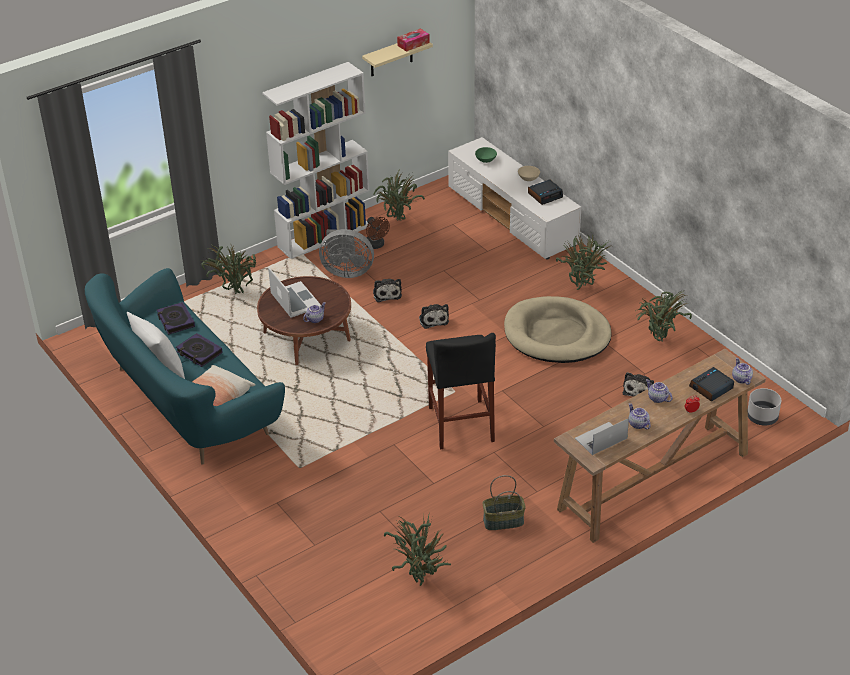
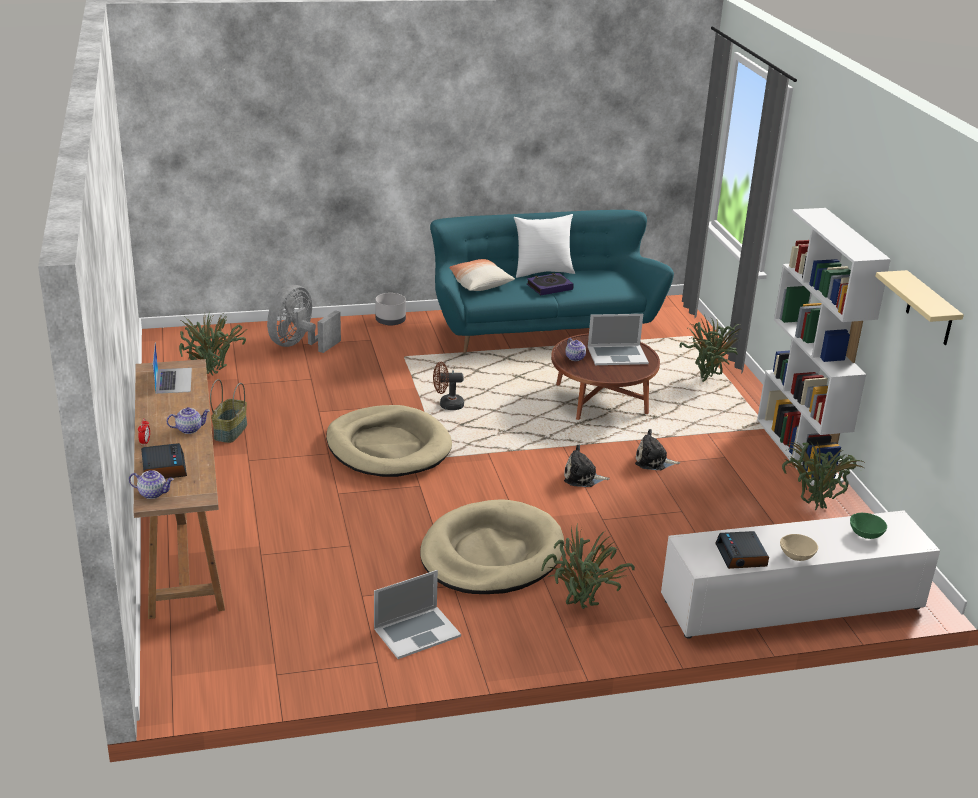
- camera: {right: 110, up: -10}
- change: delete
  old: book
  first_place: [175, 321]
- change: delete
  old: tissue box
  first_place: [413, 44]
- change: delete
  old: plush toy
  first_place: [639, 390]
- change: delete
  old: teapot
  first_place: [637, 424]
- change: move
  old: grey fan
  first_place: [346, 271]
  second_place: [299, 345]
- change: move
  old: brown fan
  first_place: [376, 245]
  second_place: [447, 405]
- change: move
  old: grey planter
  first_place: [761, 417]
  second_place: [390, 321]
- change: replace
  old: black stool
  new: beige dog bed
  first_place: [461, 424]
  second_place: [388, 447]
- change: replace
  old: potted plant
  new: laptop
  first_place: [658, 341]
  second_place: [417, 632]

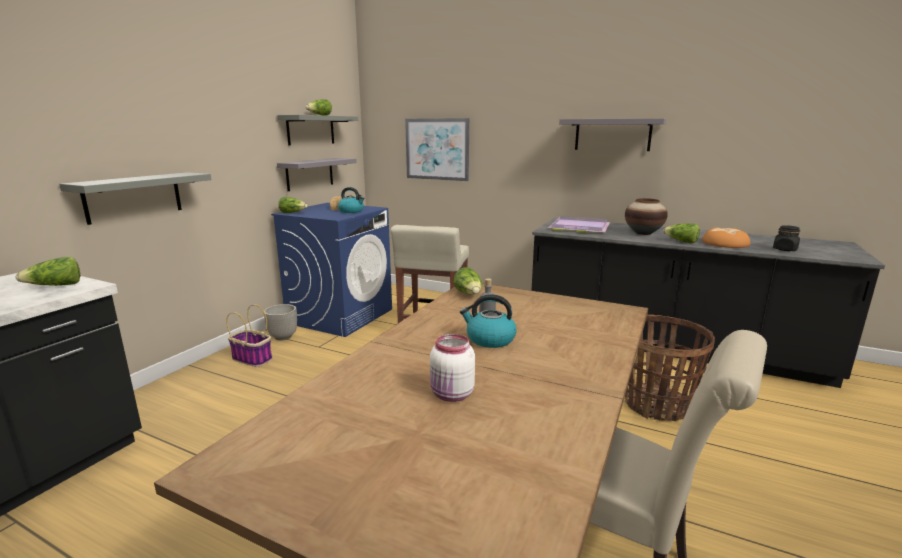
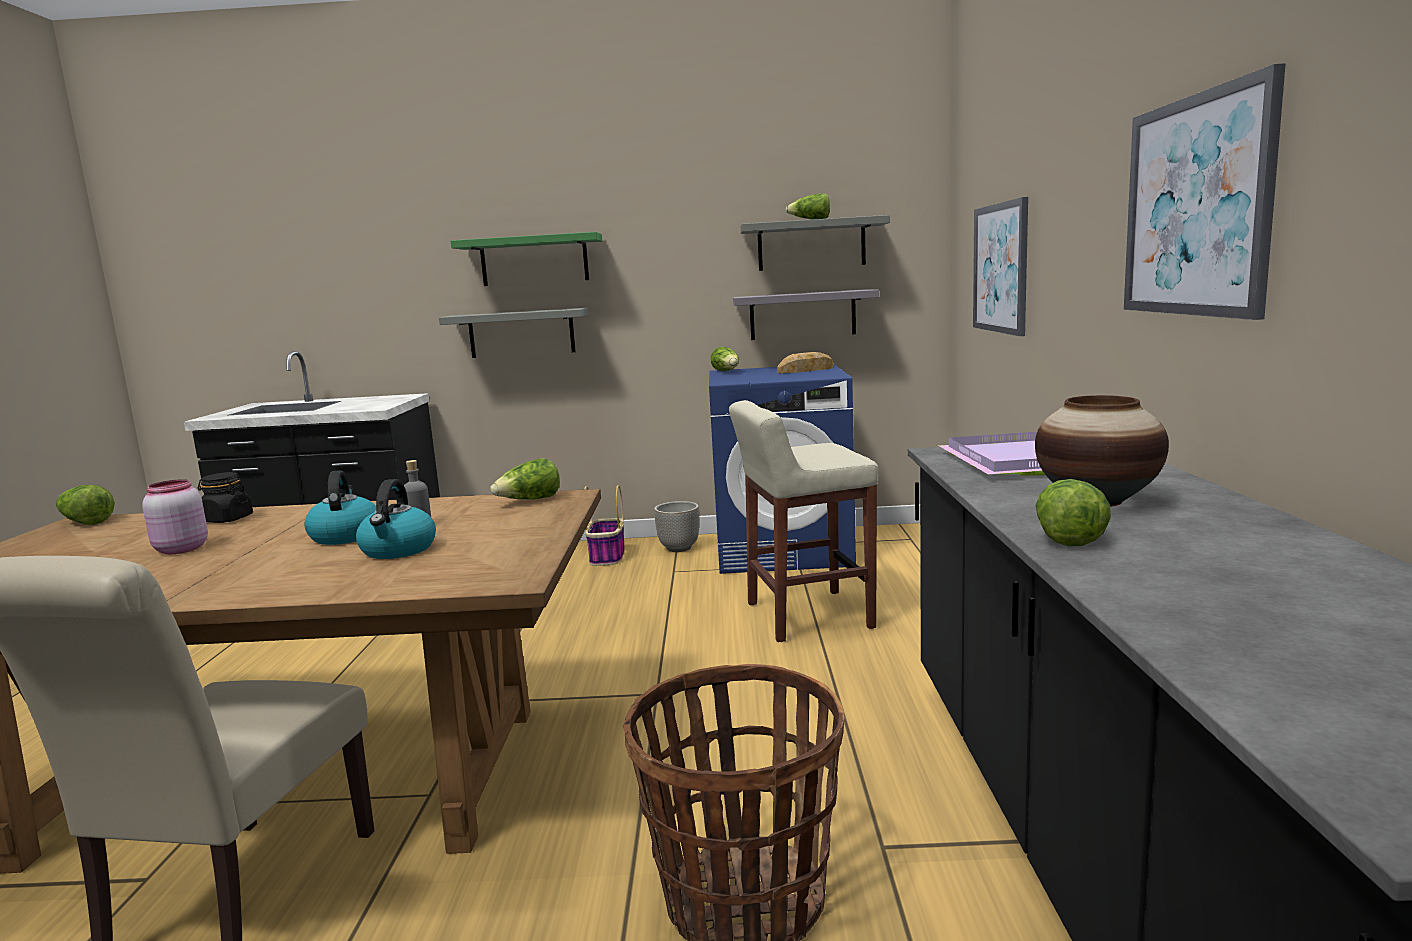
- camera: {right: 65, up: -5}
- change: delete
  old: bread
  first_place: [725, 244]
- change: insert
  new: green shelf
  second_place: [534, 260]
- change: move
  old: lettuce
  first_place: [55, 286]
  second_place: [85, 522]
- change: move
  old: kettle
  first_place: [351, 211]
  second_place: [398, 550]
- change: move
  old: black jar
  first_place: [785, 249]
  second_place: [227, 519]
- change: replace
  old: grey shelf
  new: picture
  first_place: [612, 134]
  second_place: [1195, 206]
- change: recolor
  old: white jar
  new: pink jar
  first_place: [452, 395]
  second_place: [179, 549]

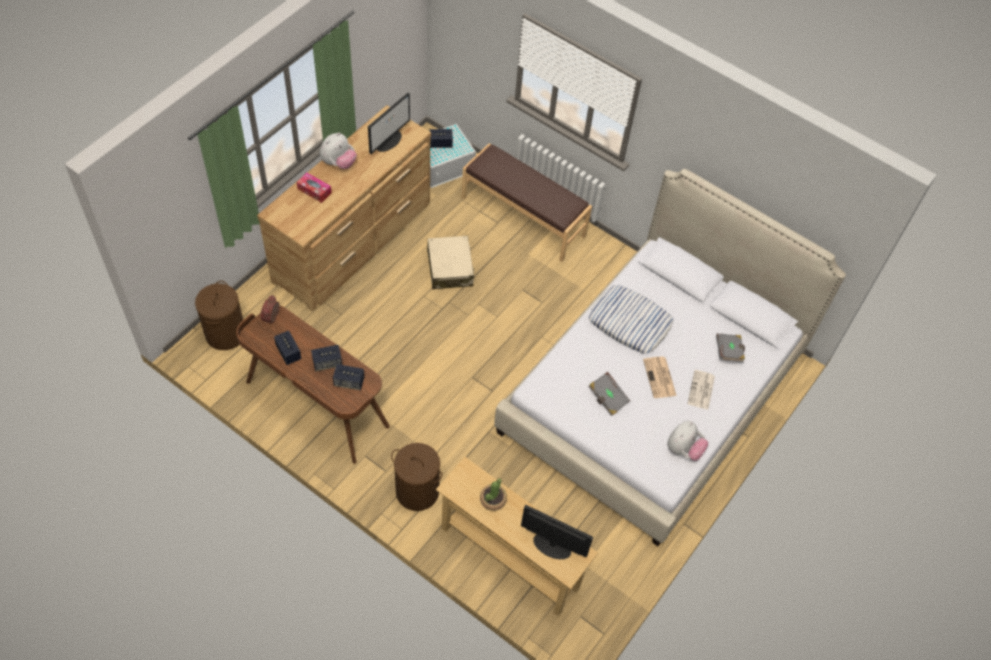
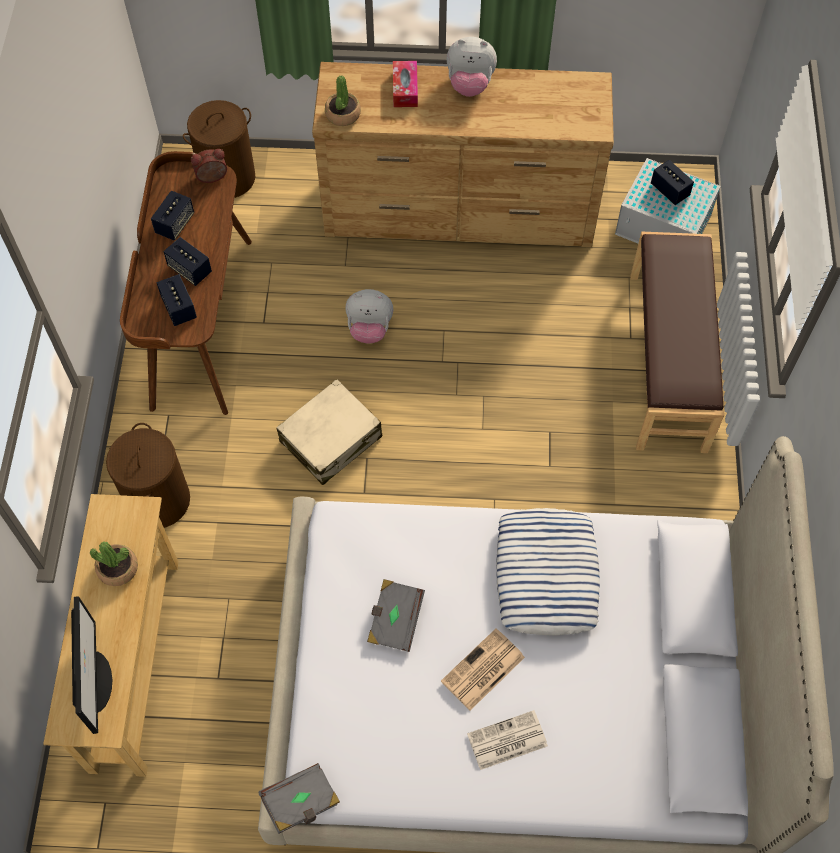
- camera: {right: 60, up: 5}
- change: delete
  old: monitor
  first_place: [389, 140]
- change: insert
  new: potted plant
  second_place: [343, 114]
- change: move
  old: beige suitcase
  first_place: [450, 268]
  second_place: [331, 439]
- change: move
  old: plush toy
  first_place: [683, 449]
  second_place: [369, 329]
- change: move
  old: grey book
  first_place: [729, 352]
  second_place: [301, 802]

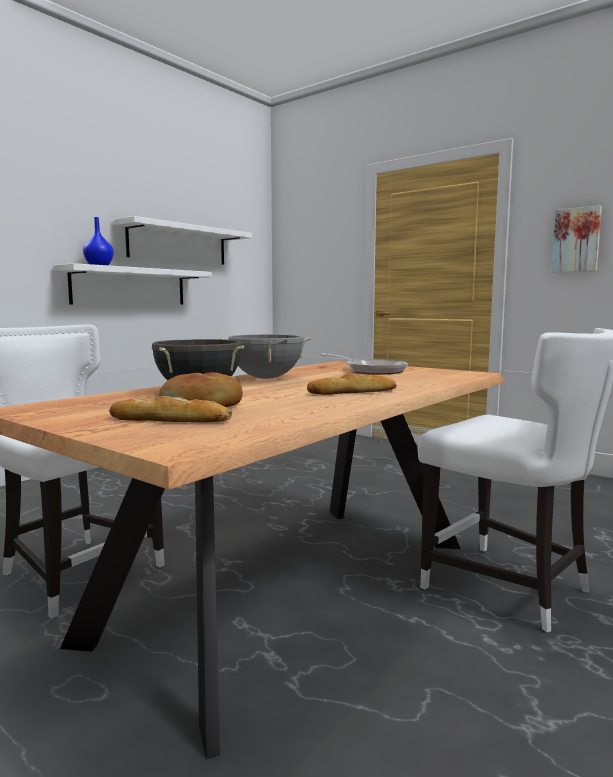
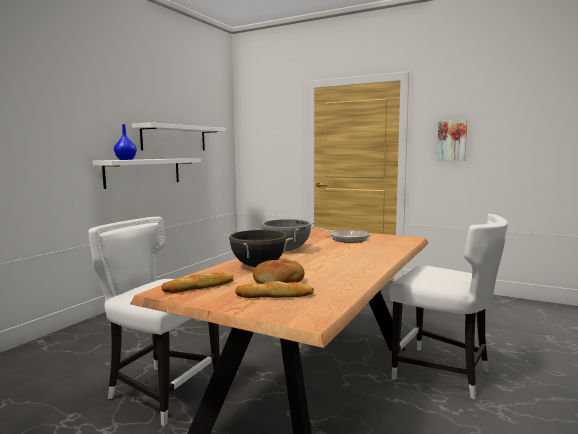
- camera: {right: -10, up: 0}
- change: move
  old: bread
  first_place: [353, 392]
  second_place: [199, 287]

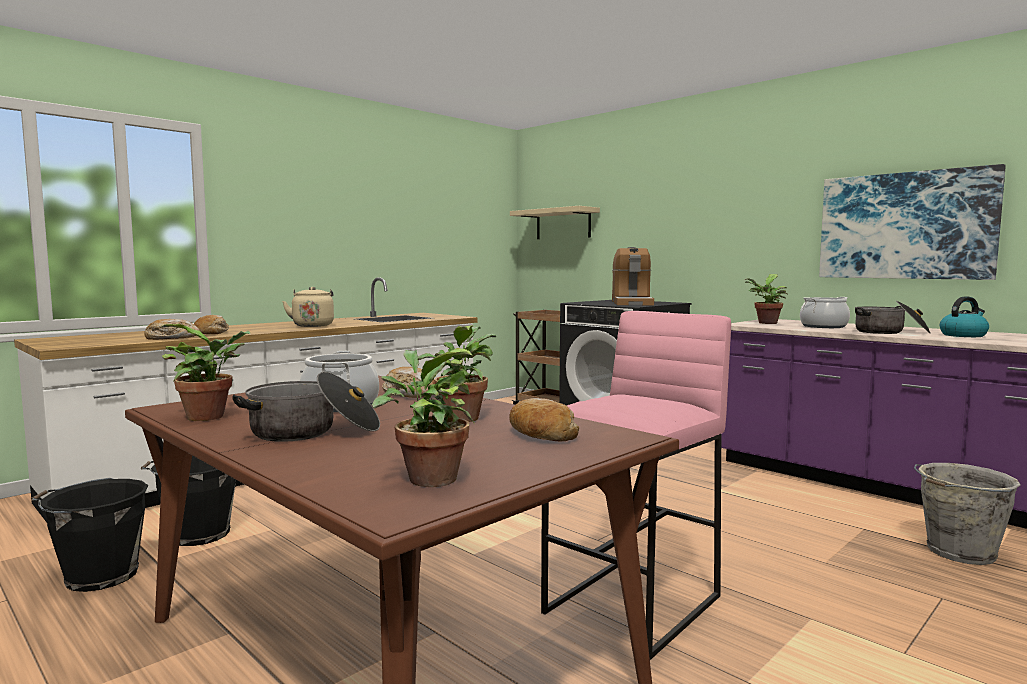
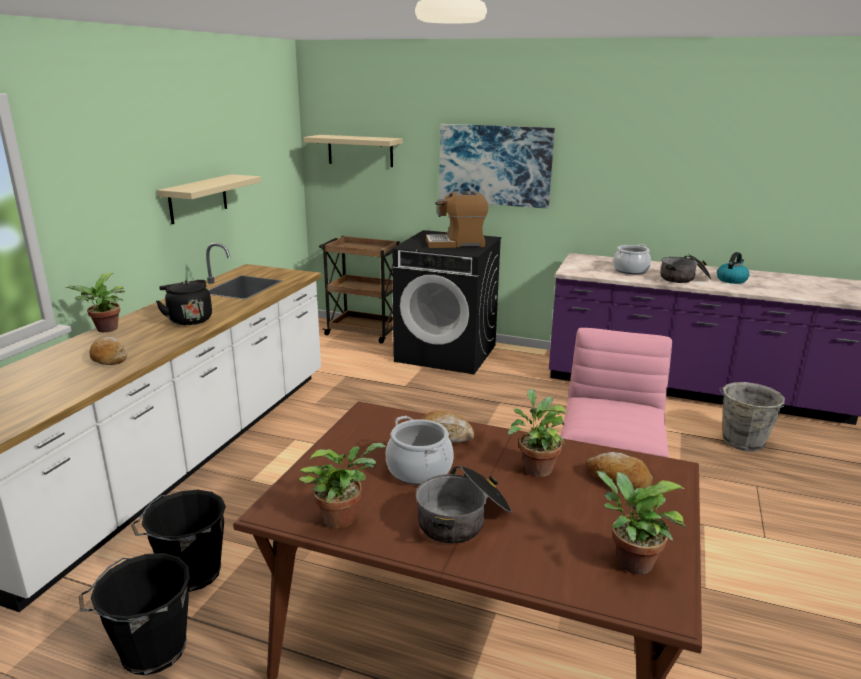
- camera: {right: -25, up: 15}
- change: delete
  old: bread
  first_place: [171, 338]
- change: insert
  new: beige shelf
  second_place: [198, 198]
- change: move
  old: potted plant
  first_place: [766, 323]
  second_place: [105, 330]
- change: move
  old: picture
  first_place: [905, 226]
  second_place: [495, 165]
- change: recolor
  old: beige kettle
  new: black kettle
  first_place: [313, 325]
  second_place: [189, 319]
- change: rotate
  old: coffee machine
  first_place: [631, 303]
  second_place: [456, 243]
  degrees: 105

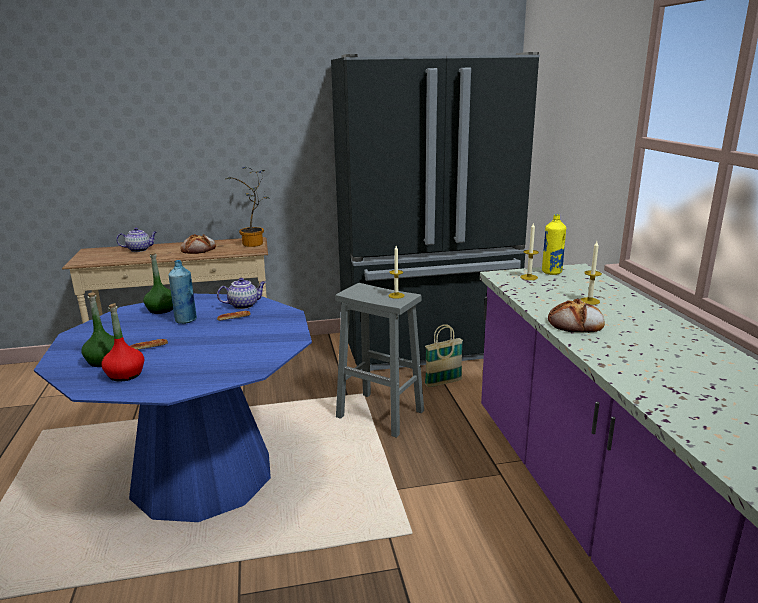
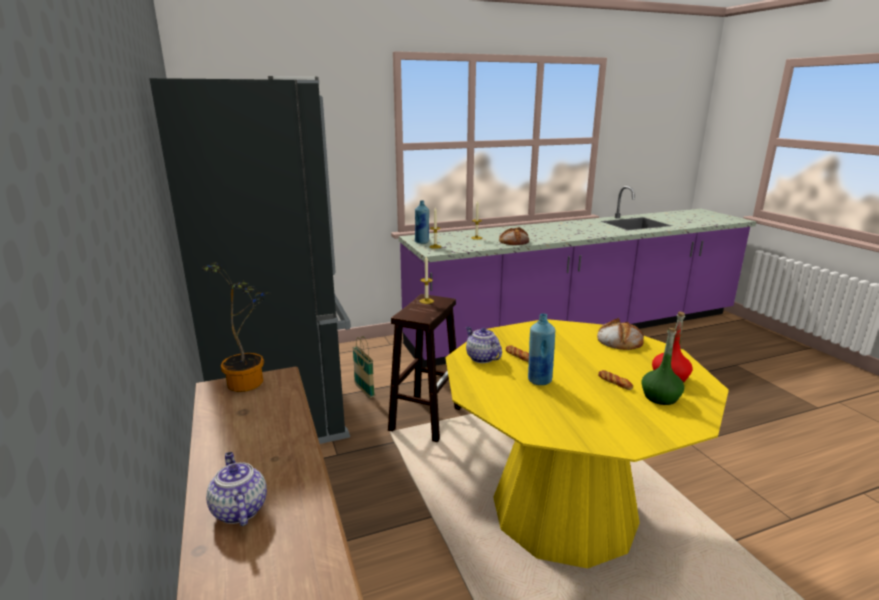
- camera: {right: -100, up: 0}
- change: delete
  old: green bottle
  first_place: [161, 309]
- change: move
  old: bread
  first_place: [199, 249]
  second_place: [619, 340]
- change: recolor
  old: blue dining table
  new: yellow dining table
  first_place: [203, 475]
  second_place: [564, 510]
- change: recolor
  old: grey stool
  new: brown stool
  first_place: [381, 414]
  second_place: [426, 418]
- change: recolor
  old: yellow bottle
  new: blue bottle
  first_place: [551, 272]
  second_place: [422, 242]

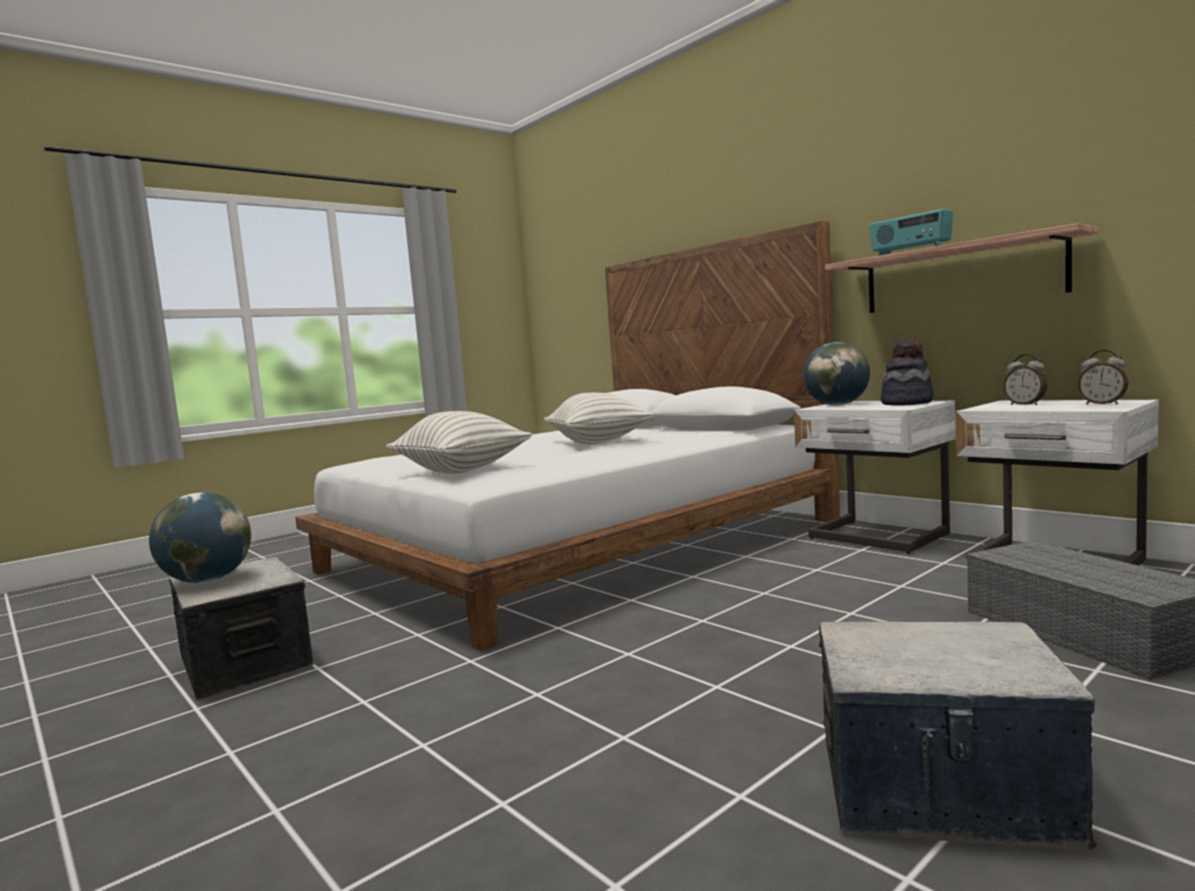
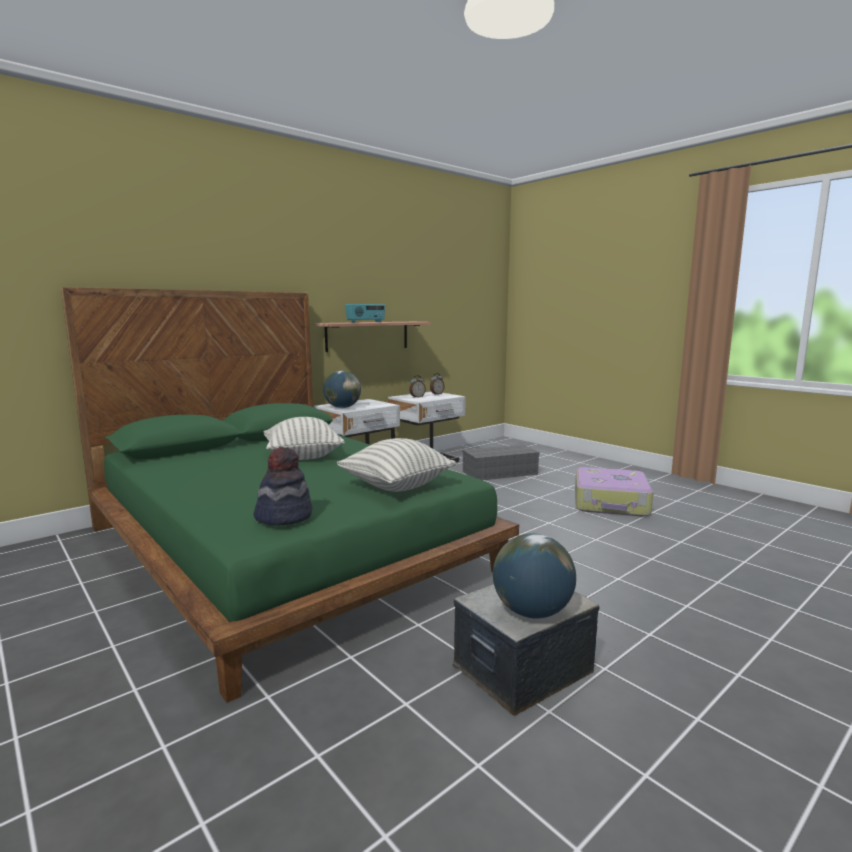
- camera: {right: -90, up: 5}
- change: move
  old: hat
  first_place: [907, 403]
  second_place: [284, 516]
- change: replace
  old: storage box
  new: suitcase
  first_place: [940, 790]
  second_place: [611, 503]
- change: recolor
  old: white bed
  new: green bed
  first_place: [580, 546]
  second_place: [286, 548]

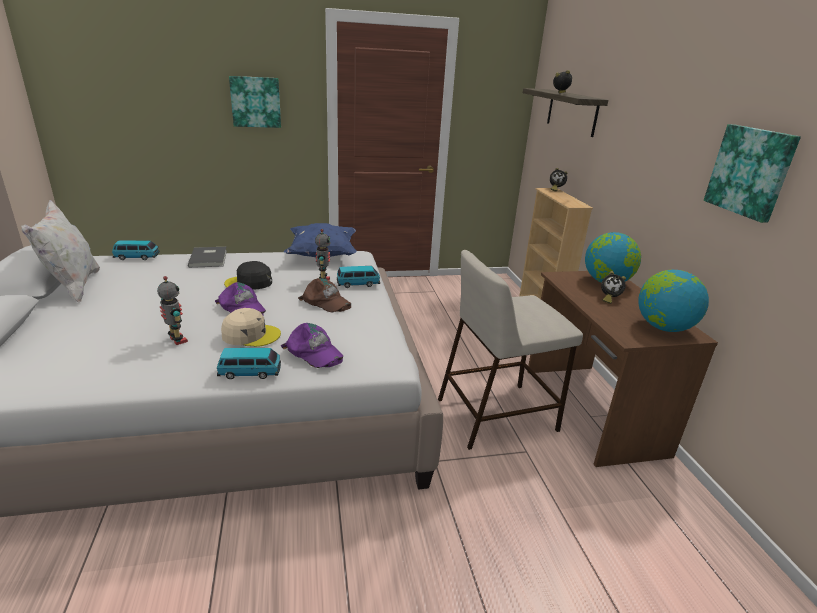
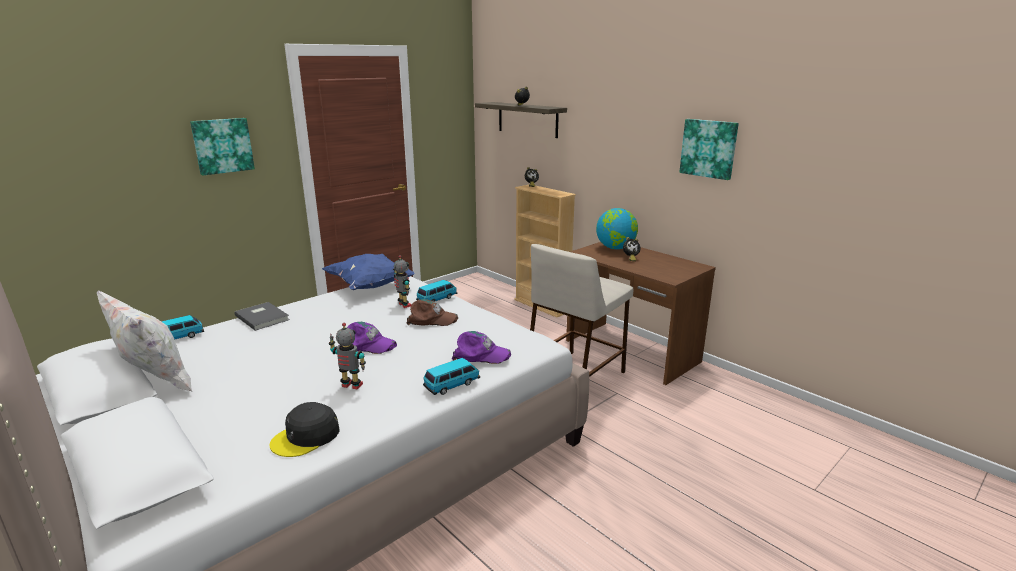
- camera: {right: -30, up: -5}
- change: delete
  old: beige cap
  first_place: [251, 335]
- change: delete
  old: globe
  first_place: [663, 327]
- change: move
  old: black cap
  first_place: [249, 283]
  second_place: [306, 437]

